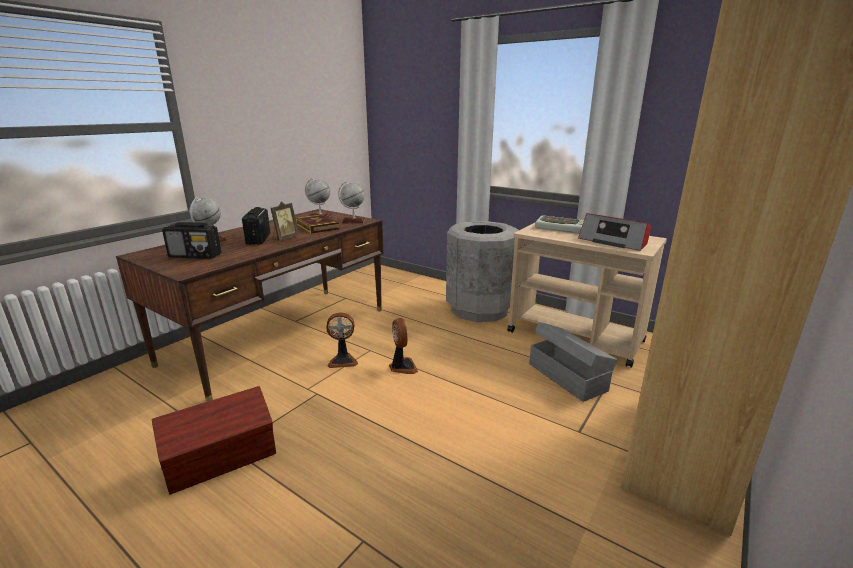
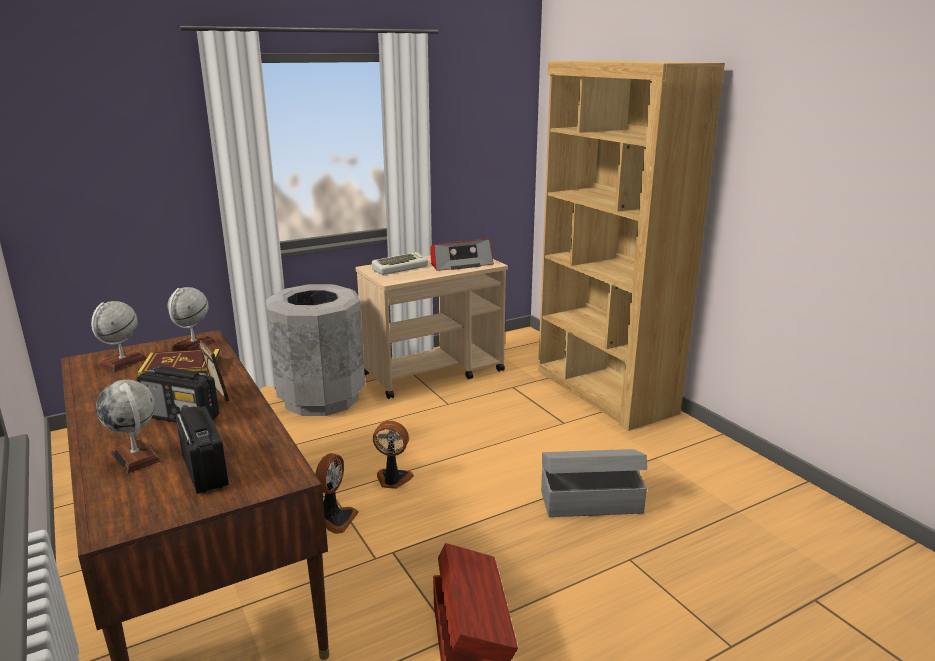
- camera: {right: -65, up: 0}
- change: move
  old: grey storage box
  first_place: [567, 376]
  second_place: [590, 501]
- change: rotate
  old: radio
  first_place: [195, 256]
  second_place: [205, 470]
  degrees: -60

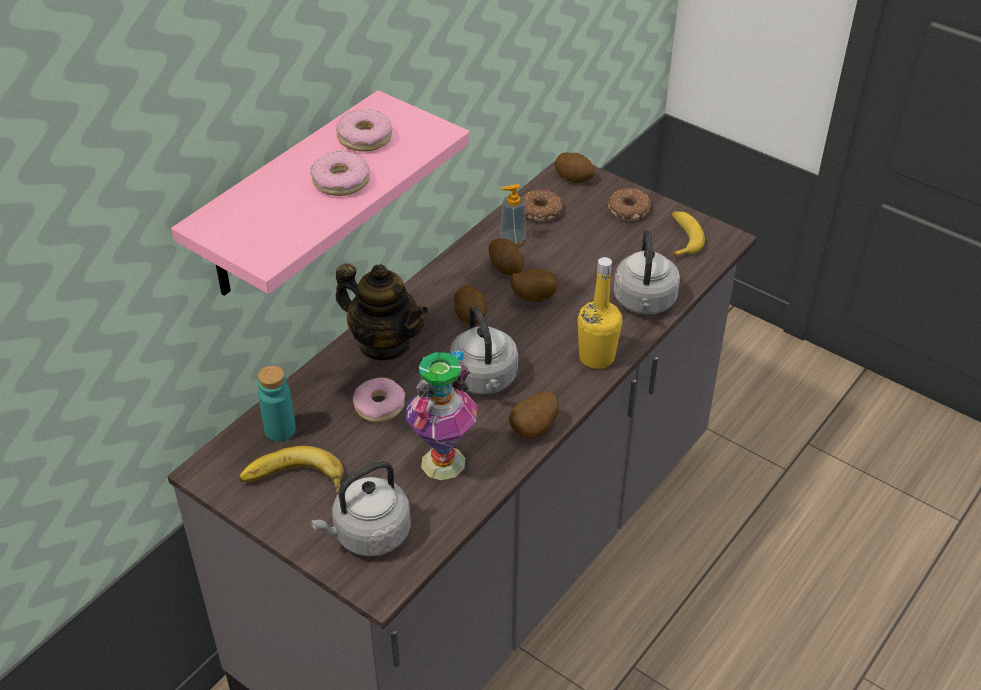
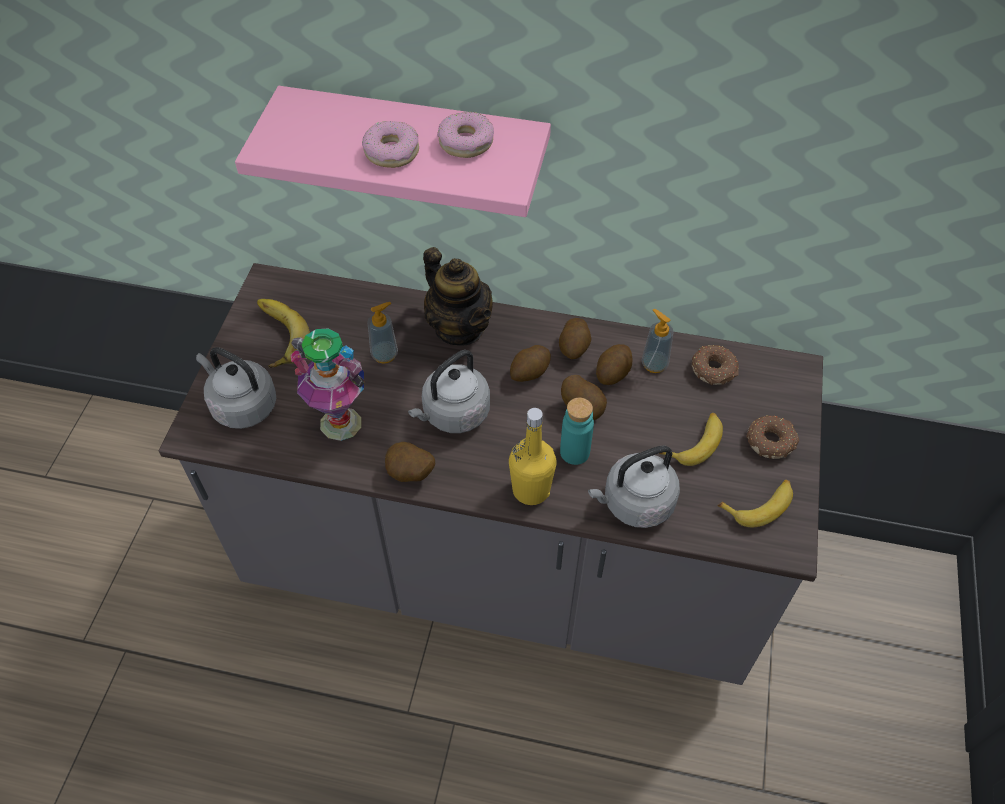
- camera: {right: 65, up: 10}
- change: insert
  new: banana
  second_place: [695, 442]
- change: move
  old: turquoise bottle
  first_place: [280, 430]
  second_place: [574, 452]
- change: move
  old: potato
  first_place: [574, 177]
  second_place: [574, 347]
- change: replace
  old: donut
  new: soap dispenser
  first_place: [379, 406]
  second_place: [384, 354]
- change: rotate
  old: teapot
  first_place: [384, 343]
  second_place: [459, 328]
  degrees: -45

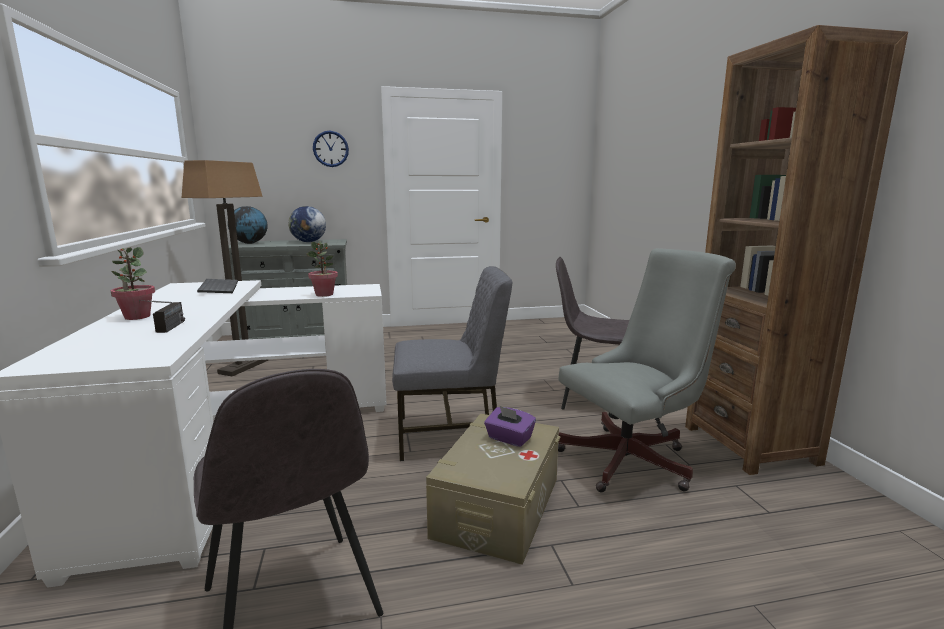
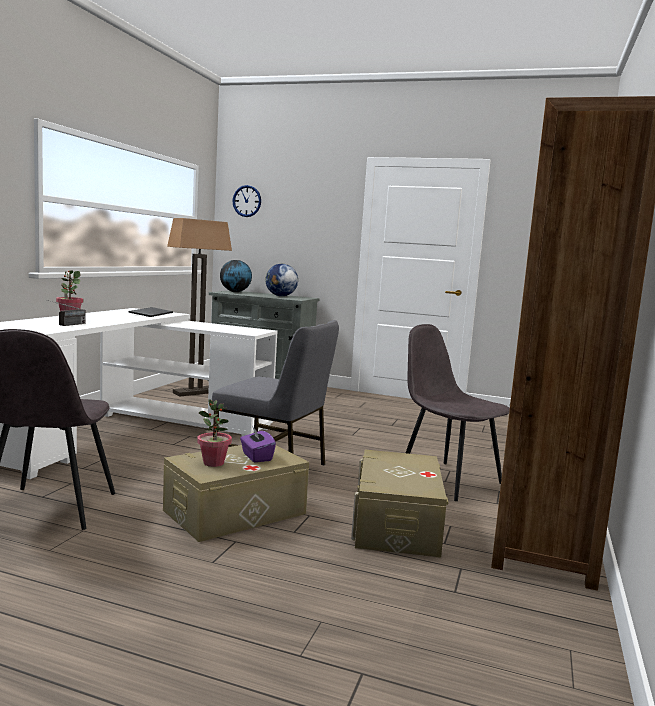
- camera: {right: 30, up: -5}
- change: move
  old: potted plant
  first_place: [324, 294]
  second_place: [213, 463]
- change: move
  old: wall clock
  first_place: [330, 149]
  second_place: [247, 201]
- change: replace
  old: grey office chair
  new: beige storage box
  first_place: [633, 459]
  second_place: [397, 524]

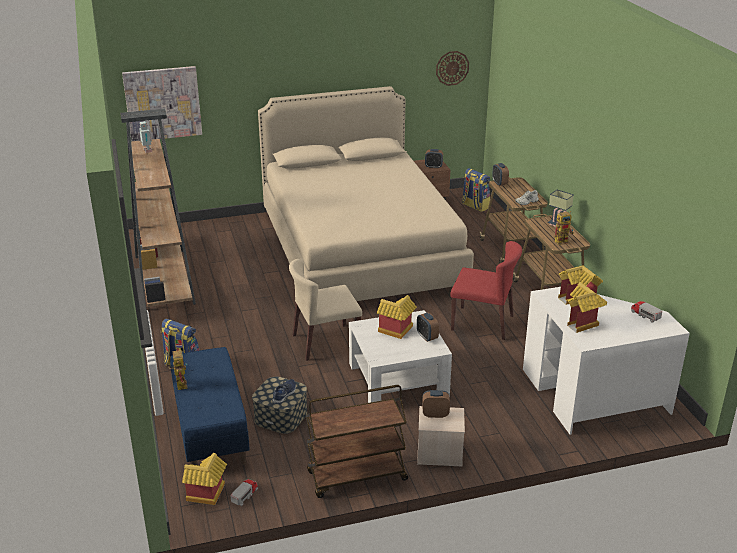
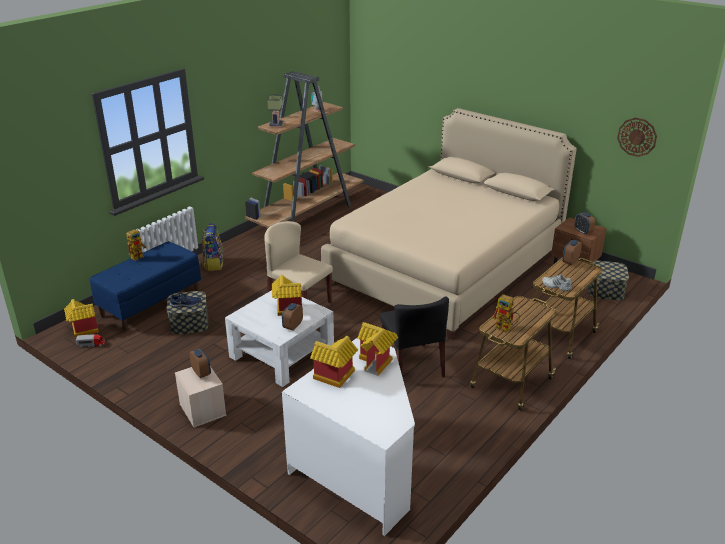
- camera: {right: 55, up: 0}
- change: delete
  old: picture
  first_place: [163, 103]
- change: delete
  old: brown cart
  first_place: [356, 477]
- change: delete
  old: toy truck
  first_place: [645, 315]
- change: move
  old: table lamp
  first_place: [557, 224]
  second_place: [275, 124]
- change: replace
  old: backpack
  new: storage box
  first_place: [474, 206]
  second_place: [605, 290]
- change: recolor
  old: red chair
  new: black chair
  first_place: [483, 323]
  second_place: [412, 364]

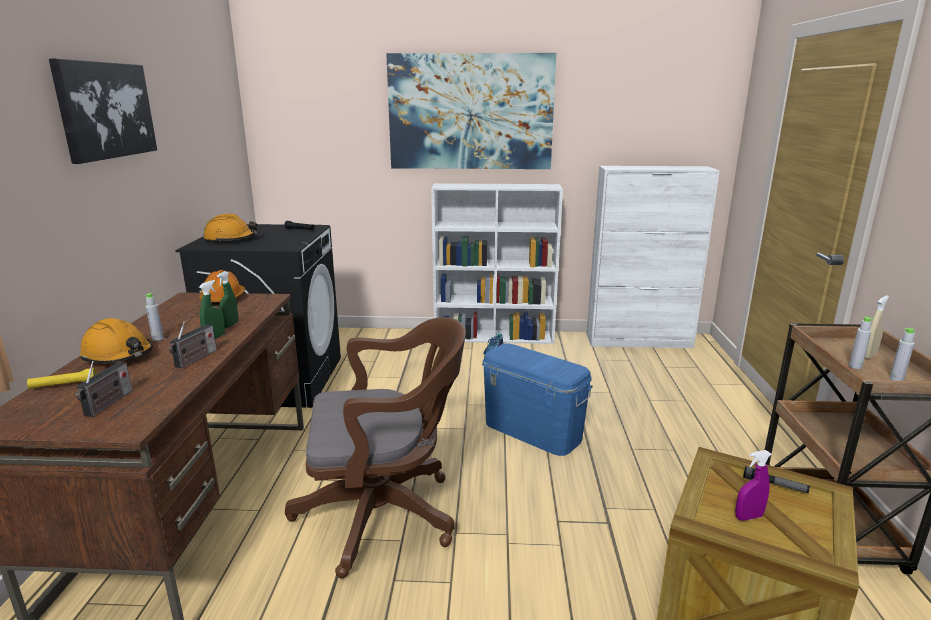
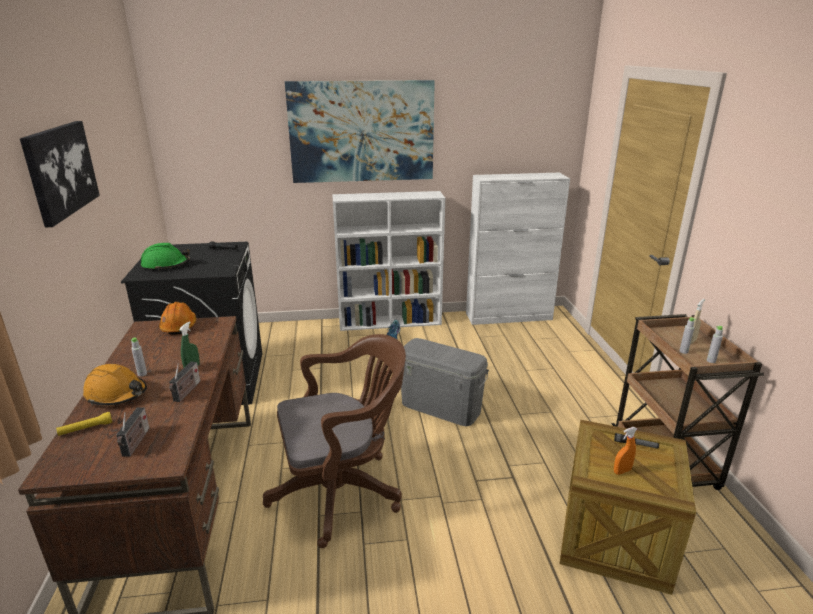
- camera: {right: -10, up: 5}
- change: delete
  old: green spray bottle
  first_place: [230, 325]
- change: recolor
  old: orange hard hat
  new: green hard hat
  first_place: [231, 239]
  second_place: [166, 265]
- change: recolor
  old: blue storage box
  new: grey storage box
  first_place: [533, 431]
  second_place: [441, 407]
- change: recolor
  old: purple spray bottle
  new: orange spray bottle
  first_place: [748, 517]
  second_place: [622, 471]

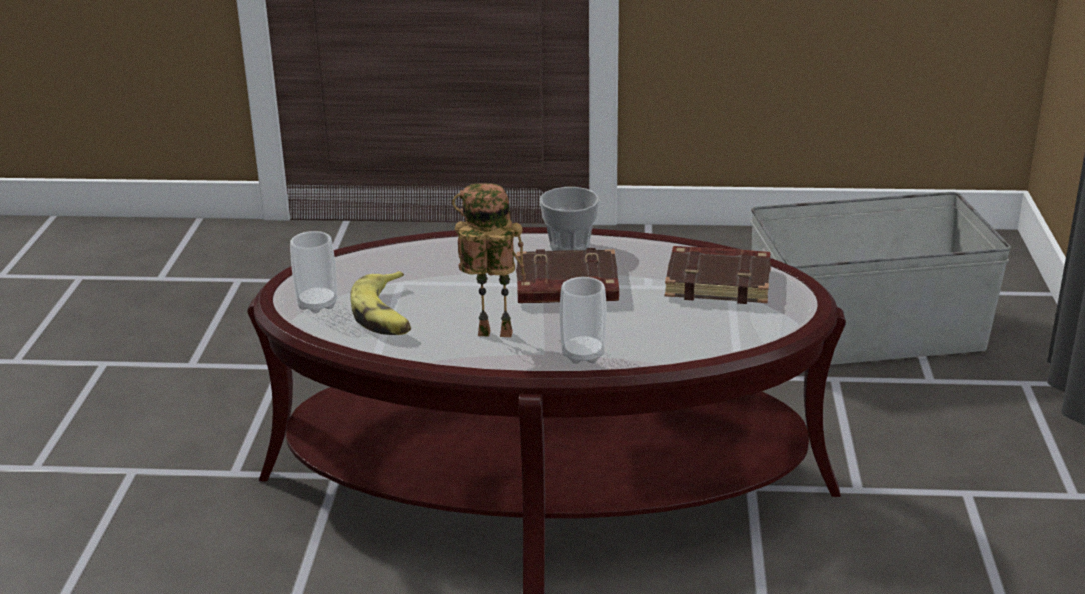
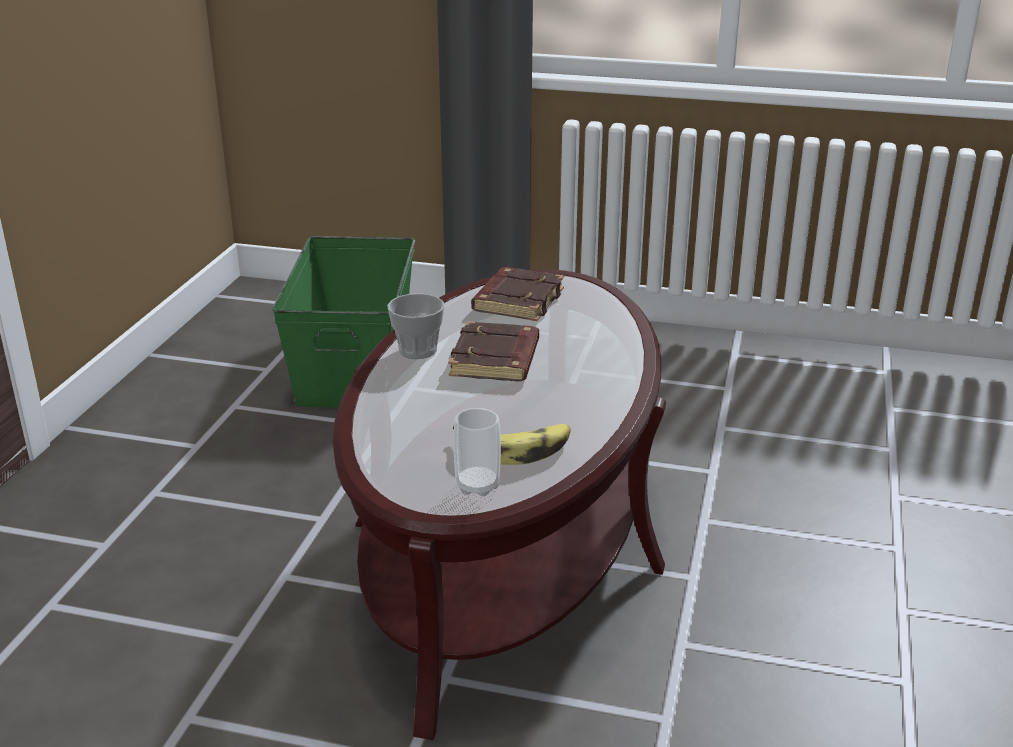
- camera: {right: -80, up: 0}
- change: delete
  old: toy robot
  first_place: [491, 335]
- change: delete
  old: cup
  first_place: [583, 355]
- change: recolor
  old: grey storage box
  new: green storage box
  first_place: [864, 333]
  second_place: [353, 363]

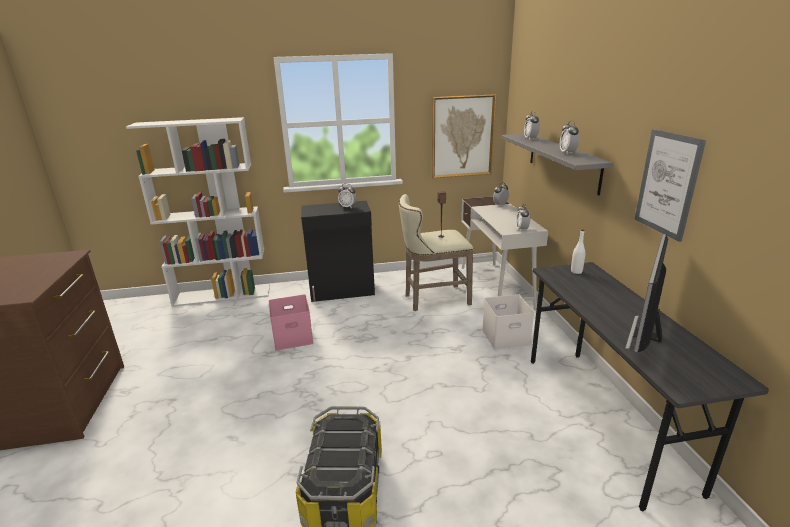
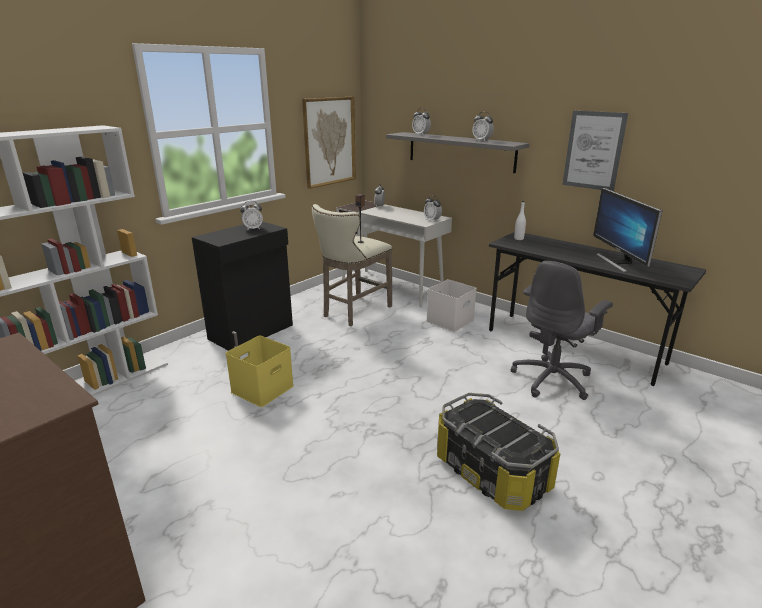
- camera: {right: -40, up: 0}
- change: insert
  new: grey office chair
  second_place: [552, 379]
- change: recolor
  old: pink storage box
  new: yellow storage box
  first_place: [293, 336]
  second_place: [262, 388]

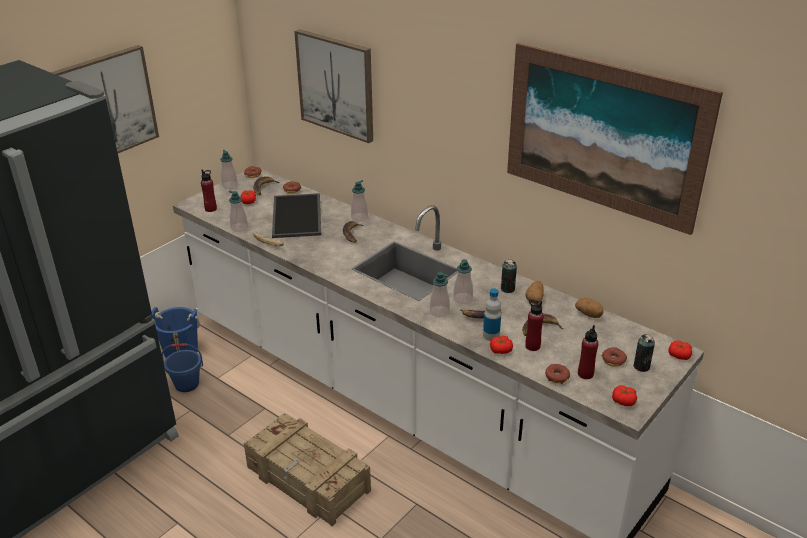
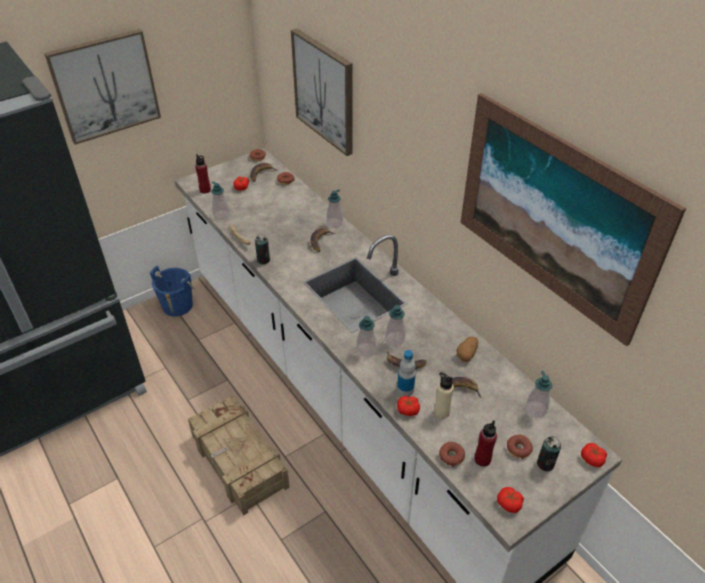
- camera: {right: 15, up: 10}
- change: delete
  old: blue bucket
  first_place: [187, 384]
- change: delete
  old: tray
  first_place: [298, 216]
- change: delete
  old: potato
  first_place: [589, 314]
- change: move
  old: soap dispenser
  first_place: [230, 185]
  second_place: [535, 409]
- change: move
  old: can
  first_place: [507, 289]
  second_place: [263, 260]
- change: recolor
  old: red bottle
  new: beige bottle
  first_place: [532, 346]
  second_place: [441, 412]

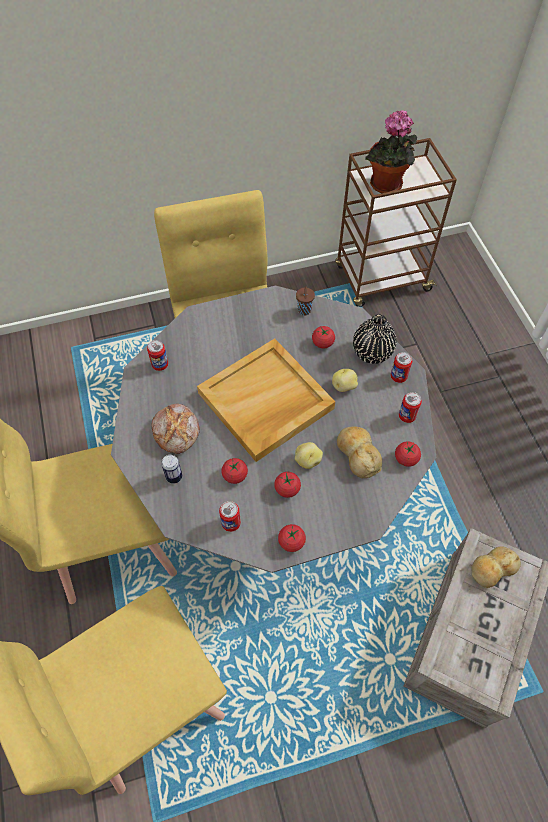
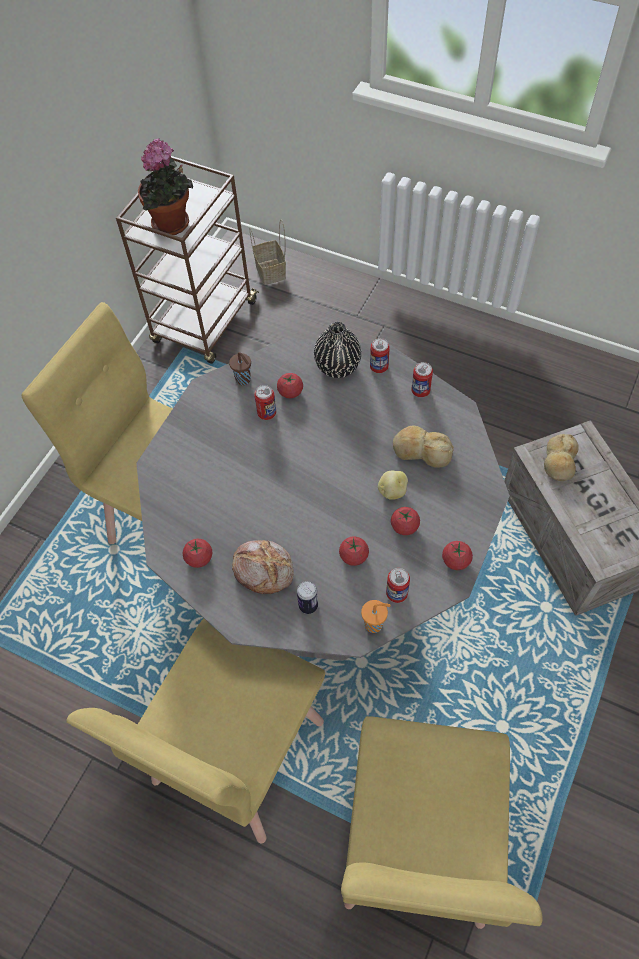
- camera: {right: -45, up: 0}
- change: delete
  old: beige tray
  first_place: [265, 402]
- change: delete
  old: potato
  first_place: [344, 386]
- change: insert
  new: basket
  second_place: [271, 272]
- change: insert
  new: orange cup
  second_place: [374, 624]
- change: move
  old: can
  first_place: [160, 365]
  second_place: [267, 413]
- change: move
  old: tomato
  first_place: [406, 458]
  second_place: [199, 558]

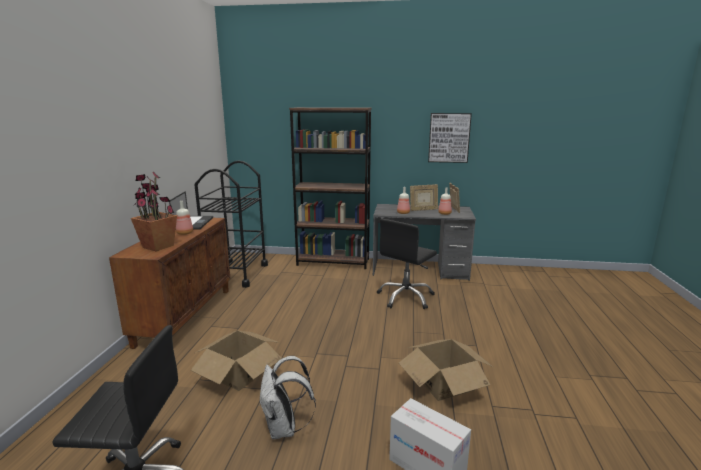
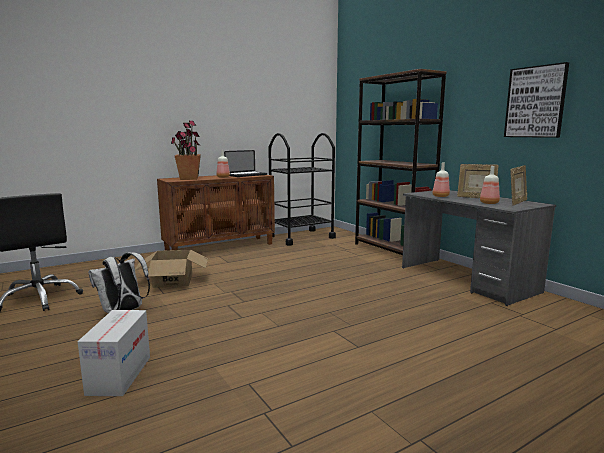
- camera: {right: 50, up: -5}
- change: delete
  old: black office chair
  first_place: [406, 297]
- change: delete
  old: cardboard box
  first_place: [444, 383]

